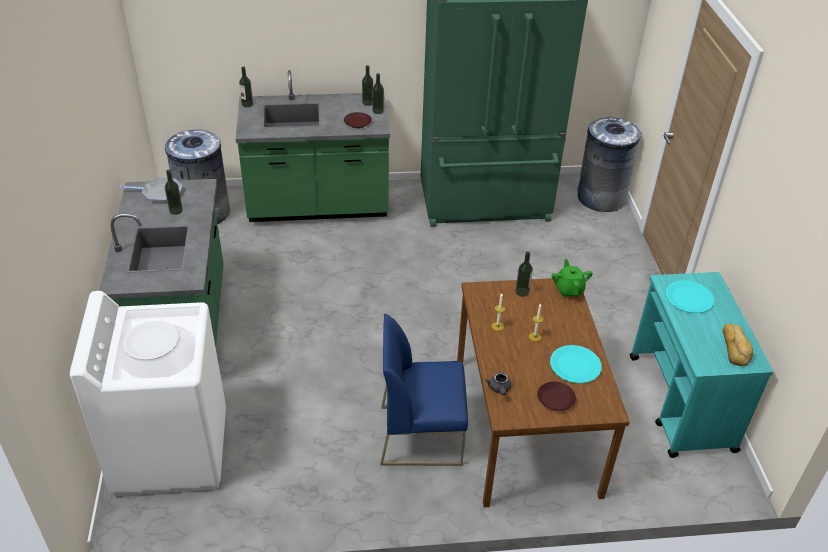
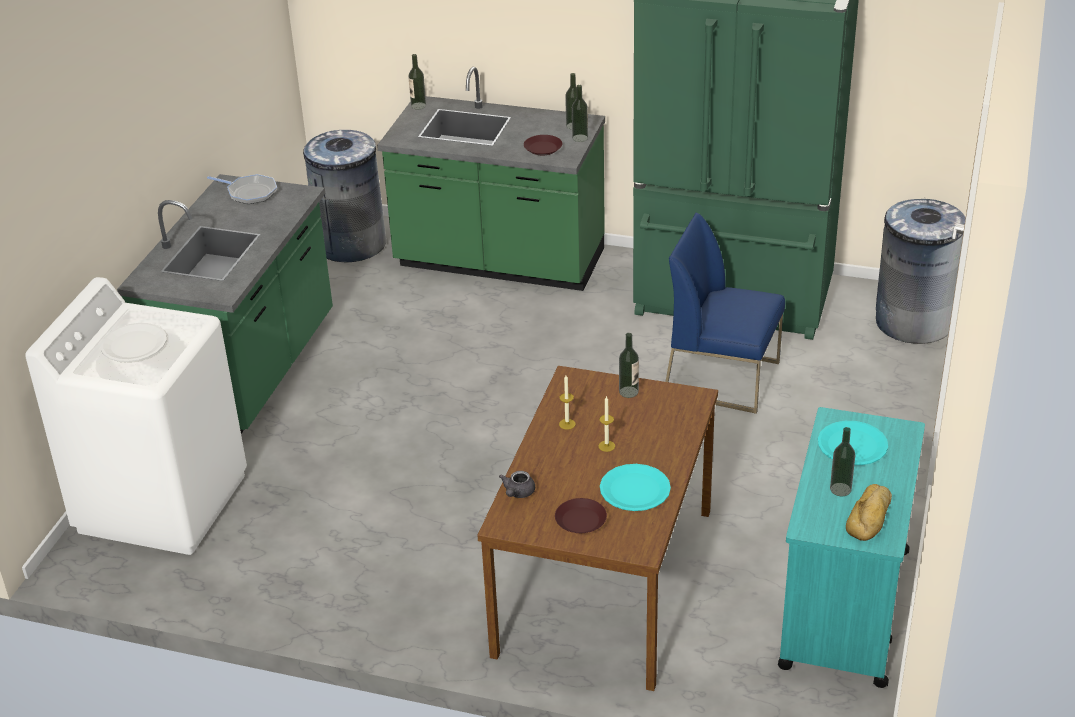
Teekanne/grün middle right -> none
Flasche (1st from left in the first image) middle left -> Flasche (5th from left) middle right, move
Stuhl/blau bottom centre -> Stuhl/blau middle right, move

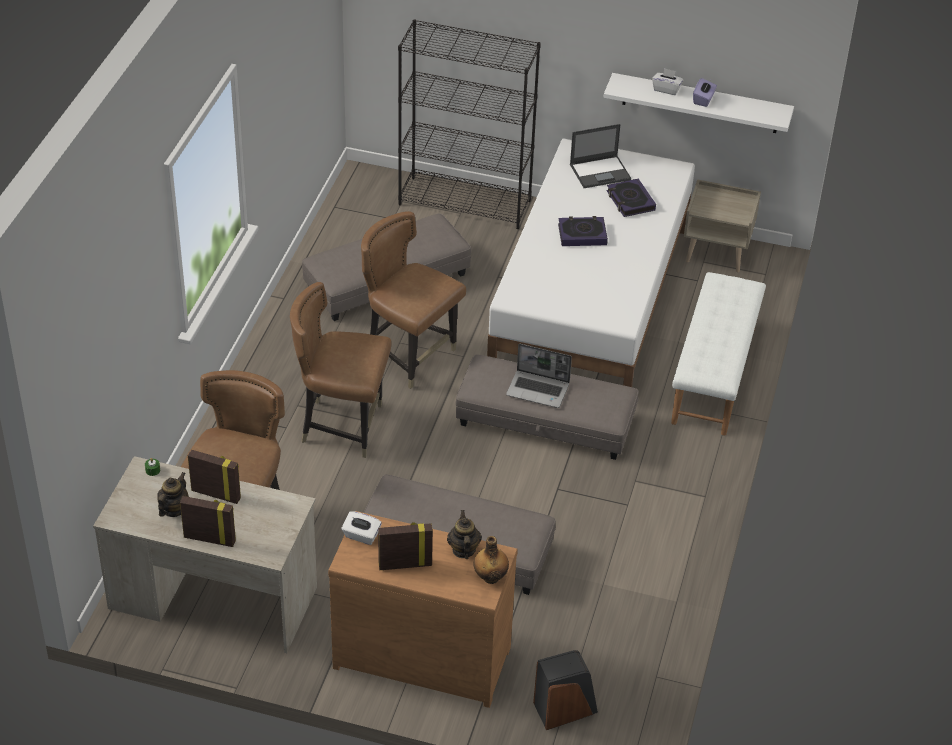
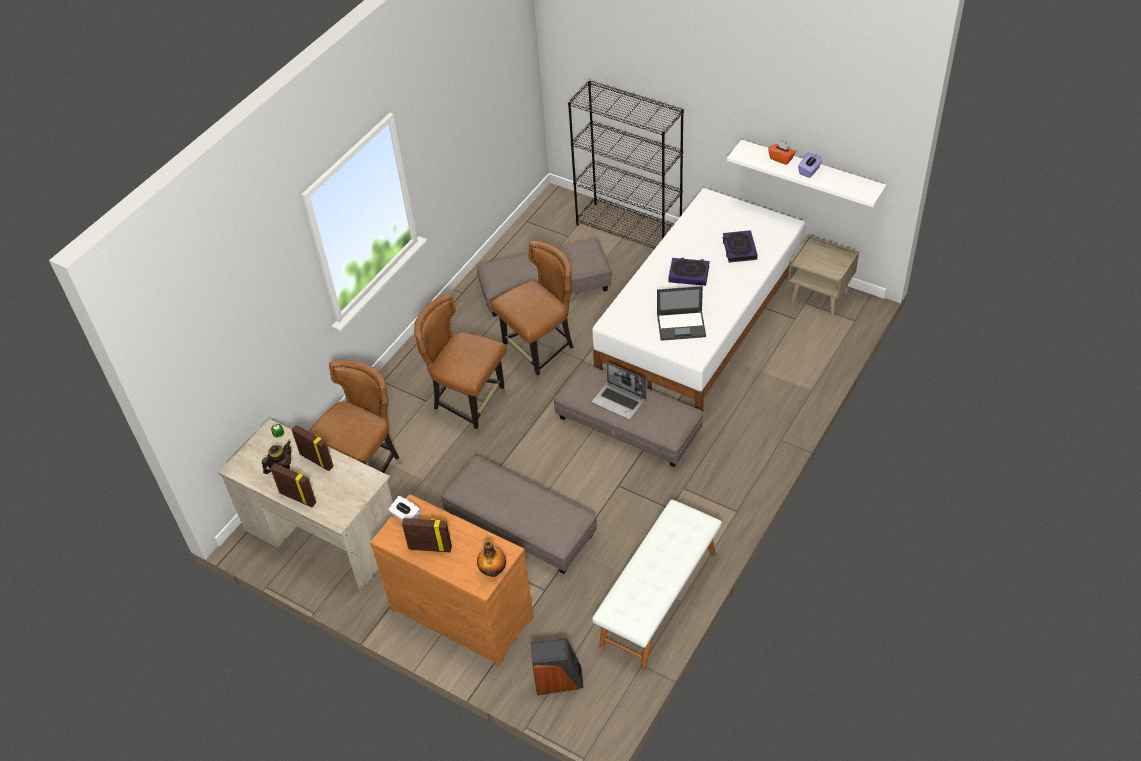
Teekanne (2nd from left) bottom centre -> none
Laptop (2nd from left) top centre -> Laptop (2nd from left) centre, move
Bank/weiß middle right -> Bank/weiß bottom centre, move
Taschentuchbox/weiß (2nd from left) top right -> Taschentuchbox/orange top right
Stuhl/braun (3rd from left) centre, 90 degrees clockwise

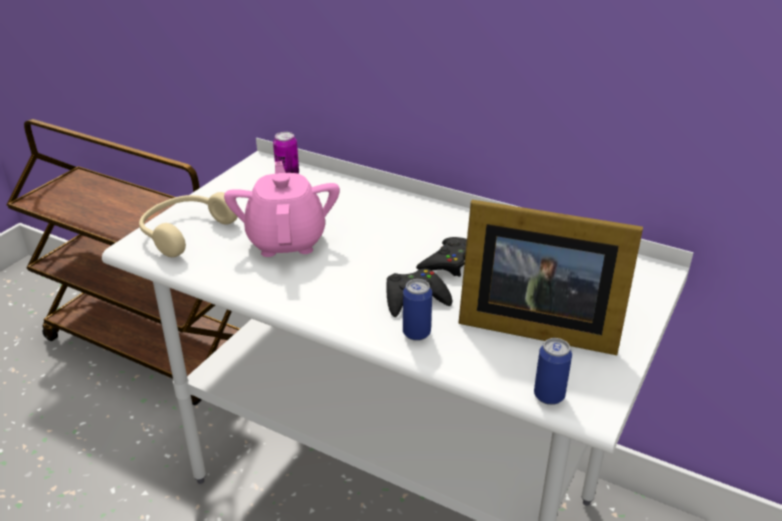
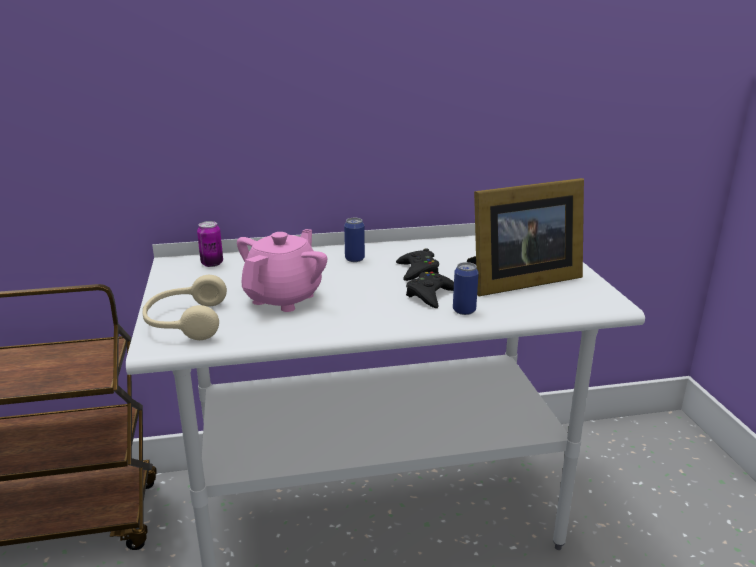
Dose (3rd from left in the first image) bottom right -> Dose (2nd from left) centre, move
Teekanne/rosa centre, 75 degrees clockwise

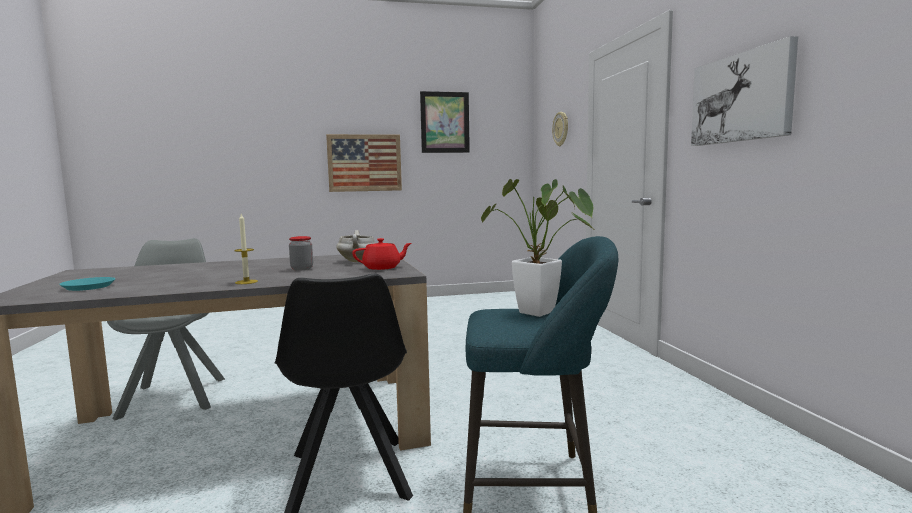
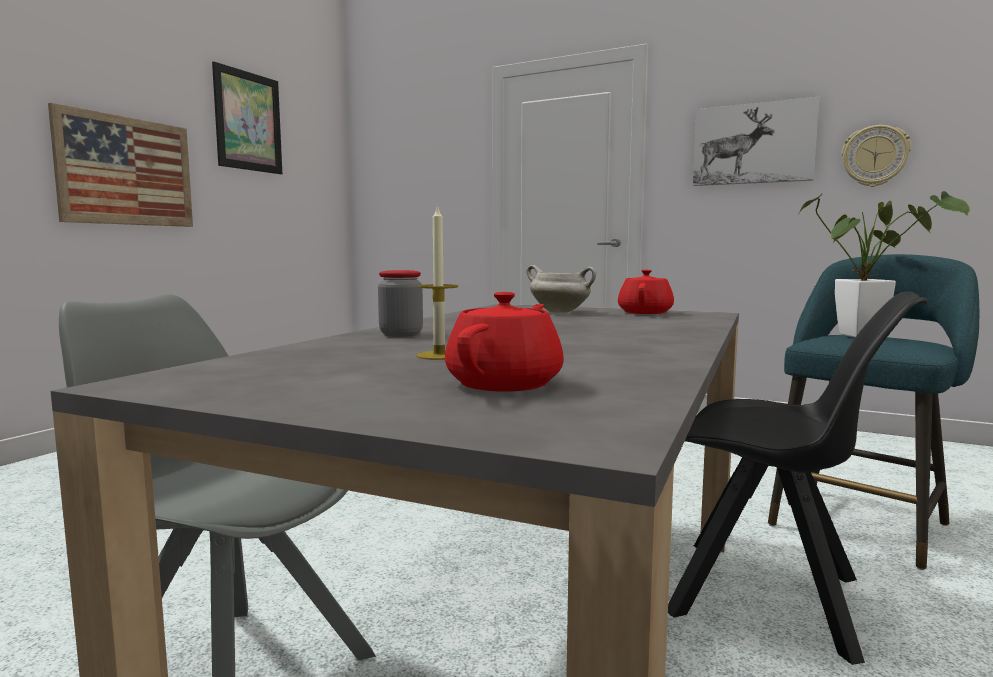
Kerze middle left -> Kerze centre, move
Vorratsglas middle left -> Vorratsglas centre, move
Wanduhr top centre -> Wanduhr top right, move
Teller/türkis middle left -> Teekanne/rot (1st from left) centre

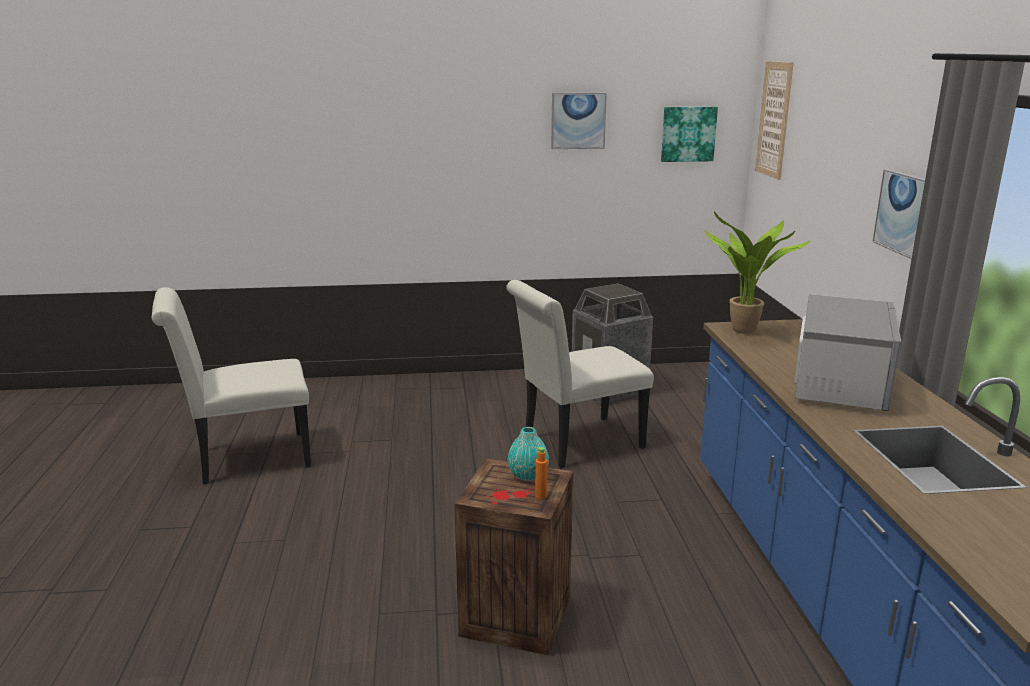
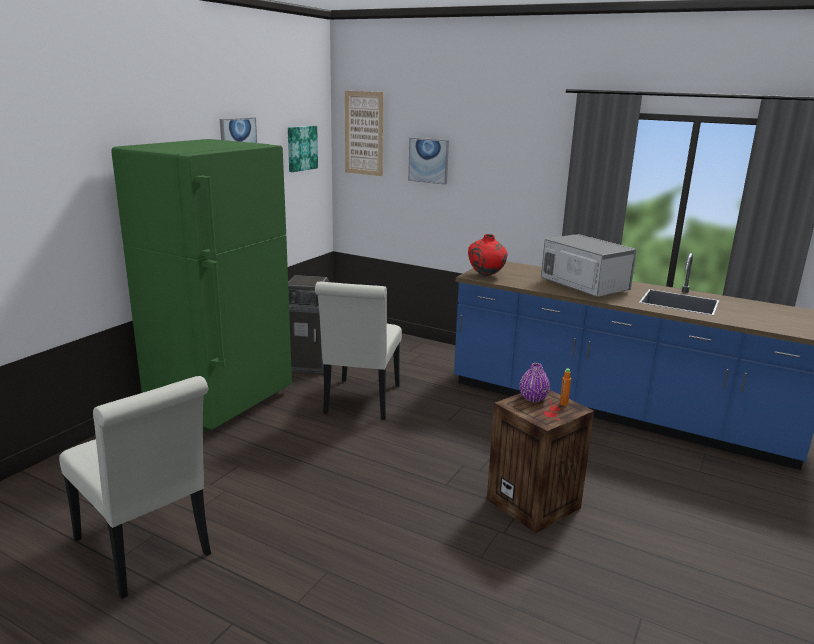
none -> Kühlschrank/grün middle left
Bild (4th from left) top right -> Bild (4th from left) top centre, move
Topfpflanze middle right -> Vase/rot centre
Vase/türkis centre -> Vase/lila centre
Stuhl/weiß (1st from left) middle left -> Stuhl/weiß (1st from left) bottom left, 60 degrees counterclockwise

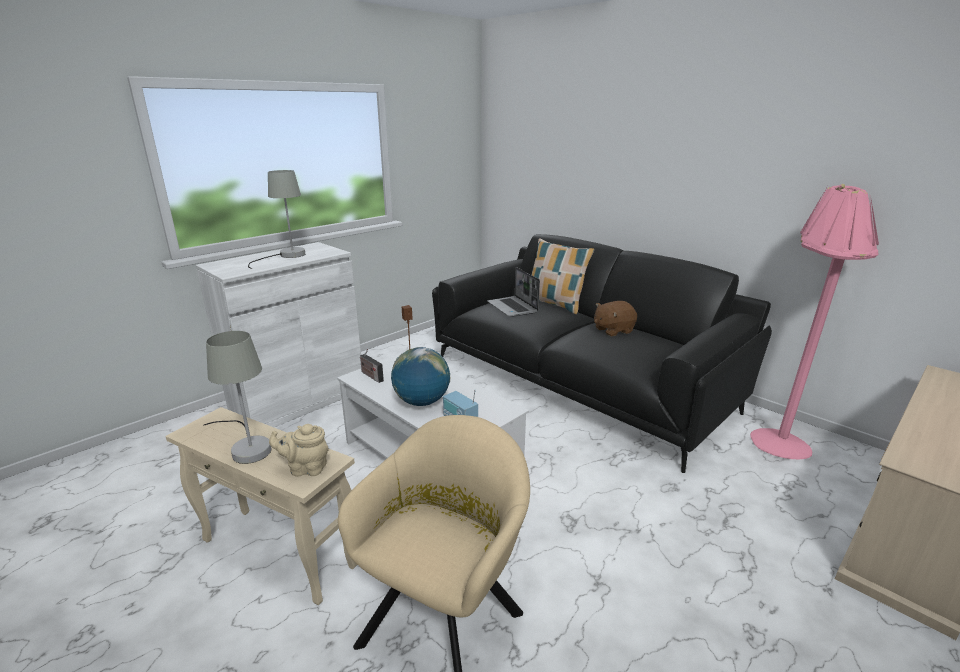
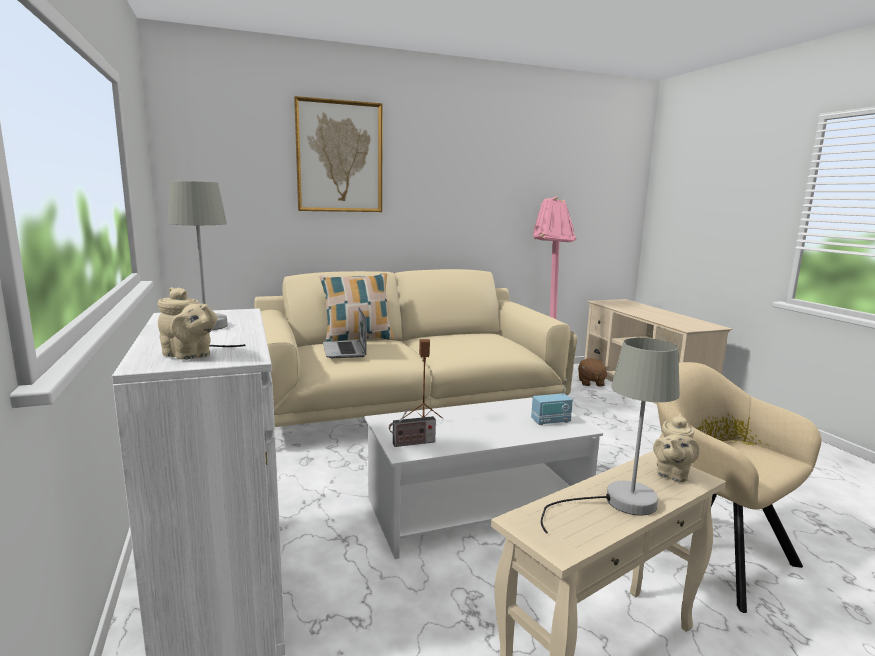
Globus centre -> none
none -> Teekanne/beige (1st from left) middle left
none -> Bild top centre
Plüschtier/braun centre -> Plüschtier/braun middle right, move
Sofa/schwarz centre -> Sofa/beige centre
Laptop centre, 75 degrees clockwise

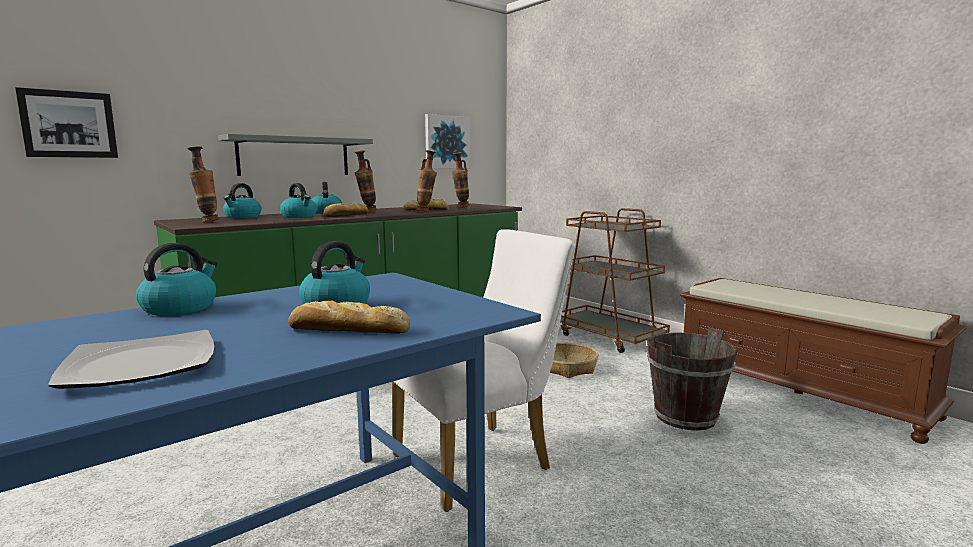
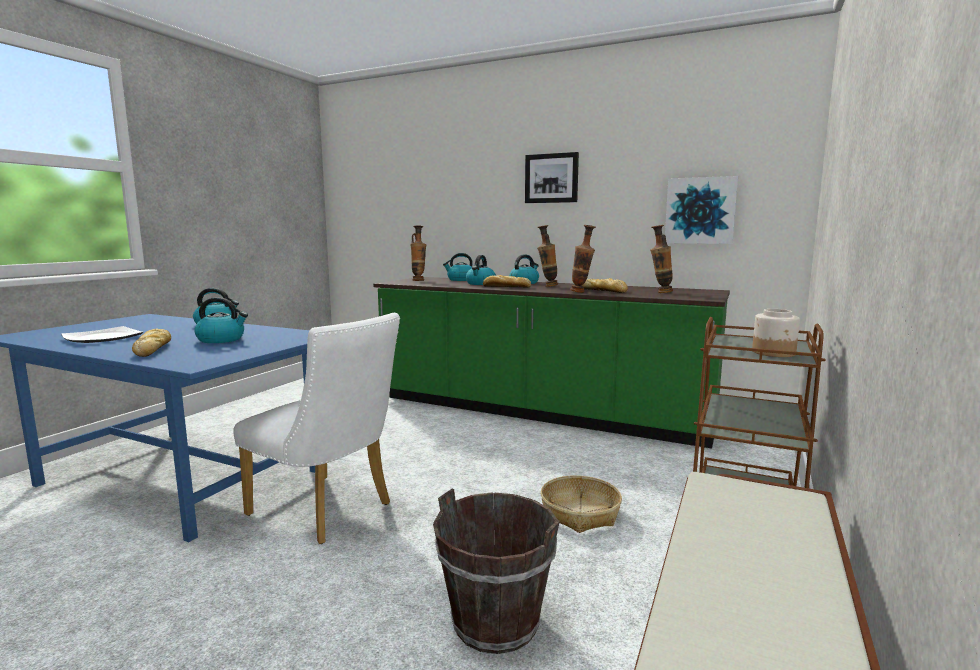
Wandregal/grau top left -> none
none -> Vorratsglas middle right
Bild (1st from left) top left -> Bild (1st from left) top centre, move

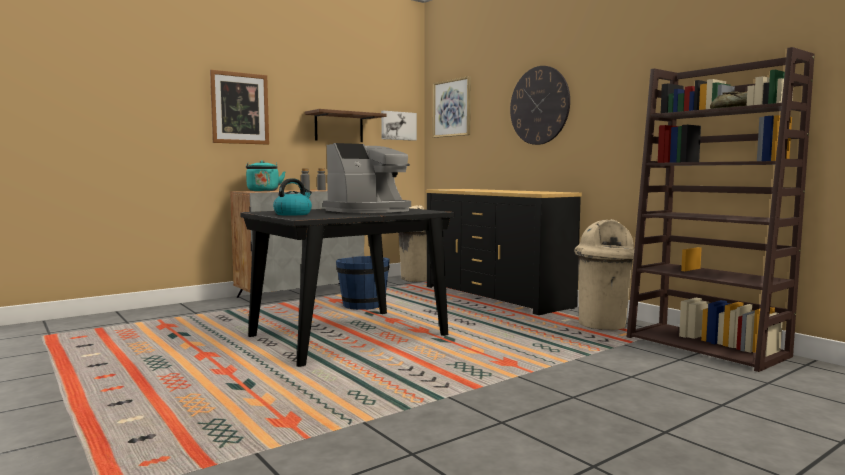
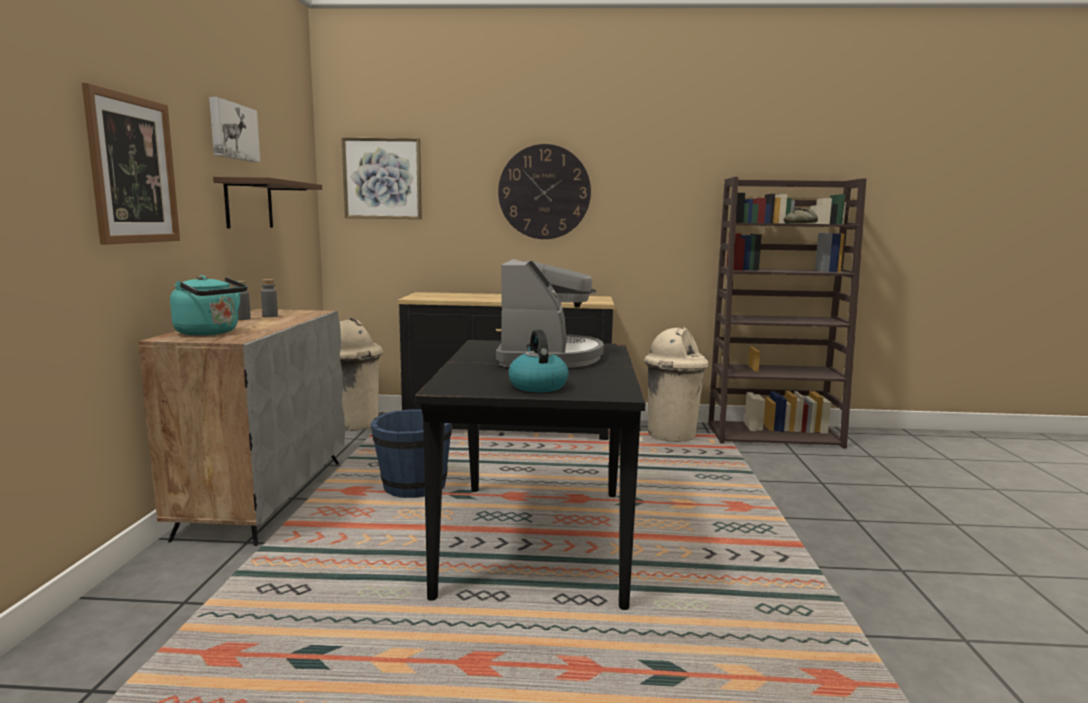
Bild (2nd from left) top centre -> Bild (2nd from left) top left, move

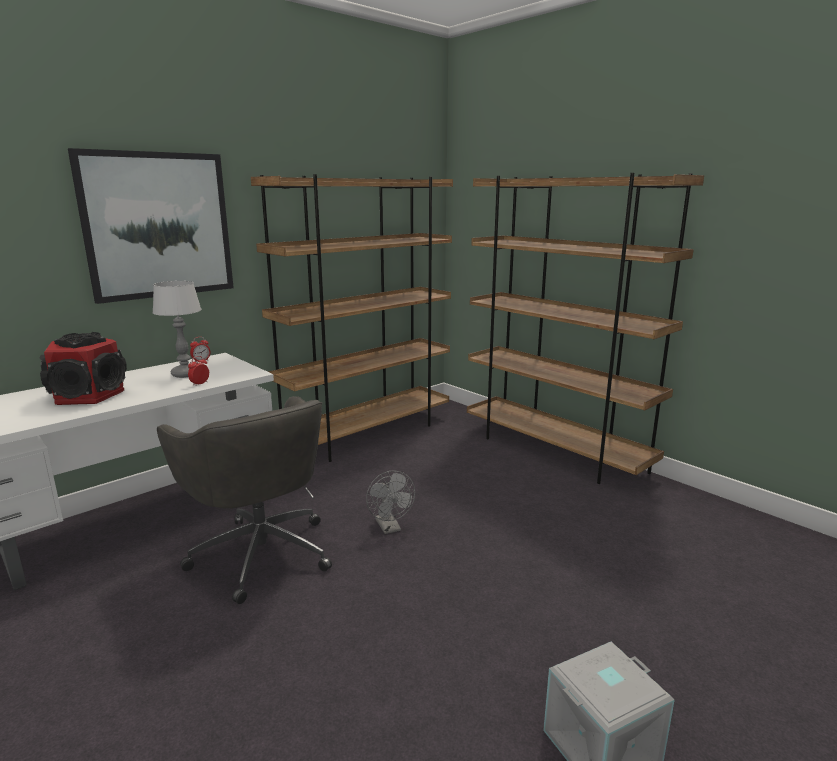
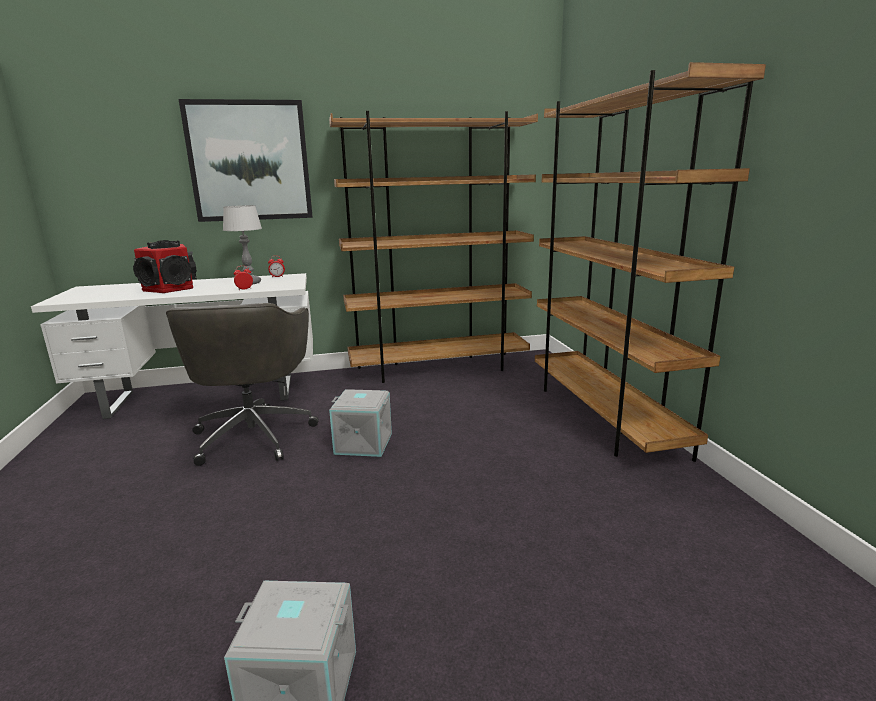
Ventilator/grau centre -> Aufbewahrungsbox/grau (2nd from left) centre

